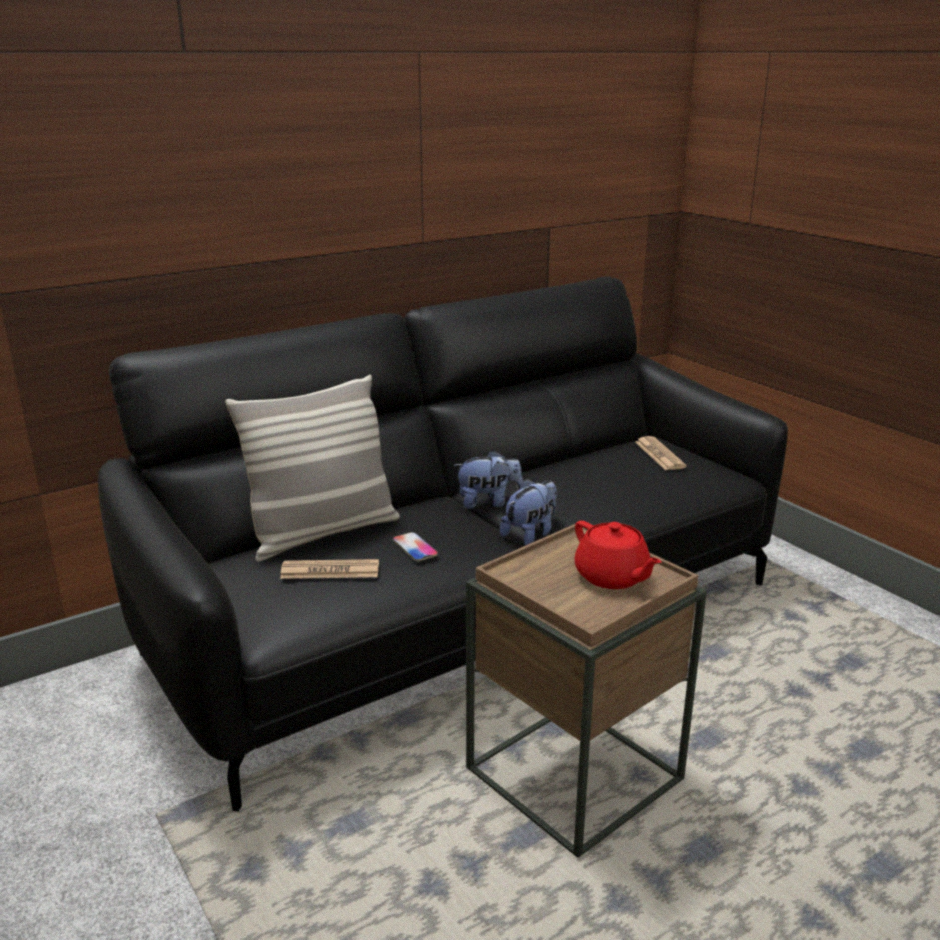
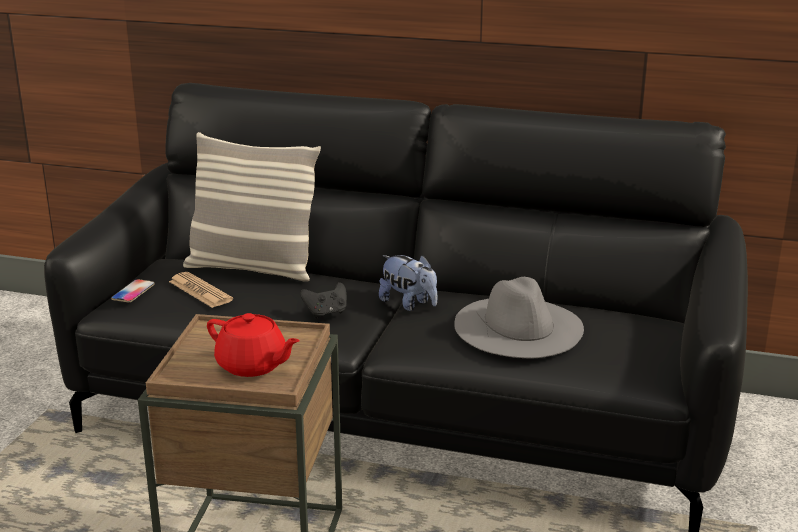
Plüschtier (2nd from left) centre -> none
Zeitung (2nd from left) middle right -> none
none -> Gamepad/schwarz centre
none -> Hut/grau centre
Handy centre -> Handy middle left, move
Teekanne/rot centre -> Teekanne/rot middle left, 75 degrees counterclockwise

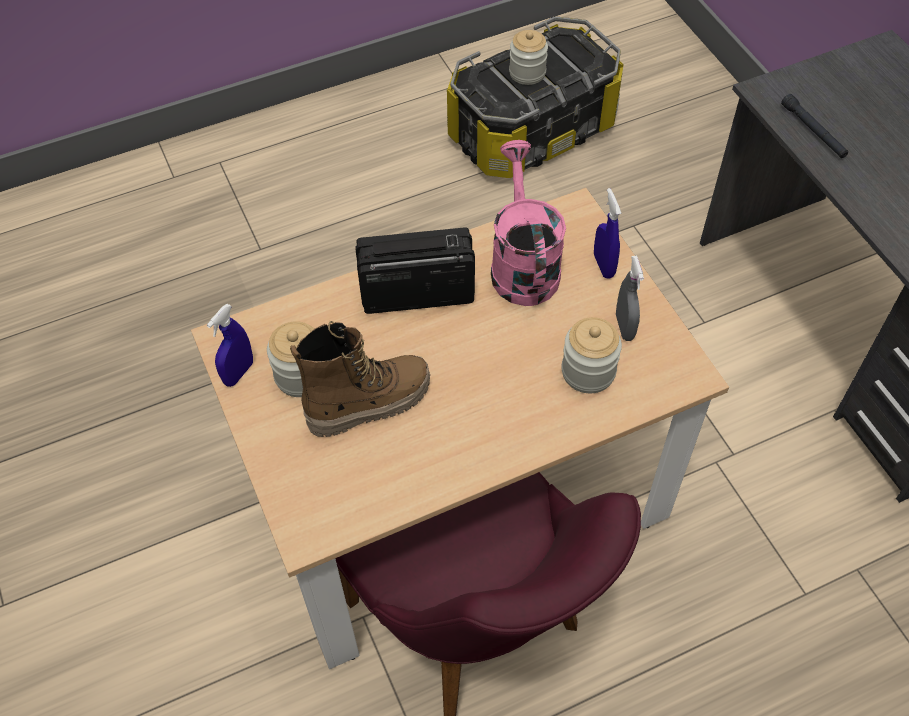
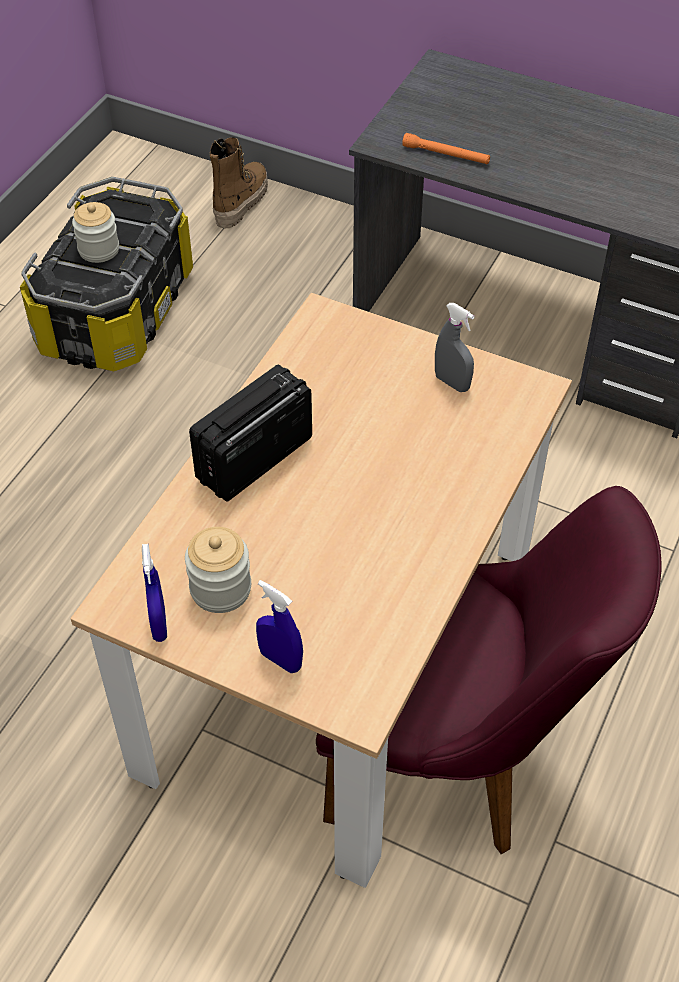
Gießkanne/rosa top centre -> none
Vorratsglas (3rd from left) centre -> none
Stiefel centre -> Stiefel top centre, move
Sprühflasche/blau (2nd from left) top right -> Sprühflasche/blau (2nd from left) centre, move
Taschenlampe/schwarz top right -> Taschenlampe/orange top centre

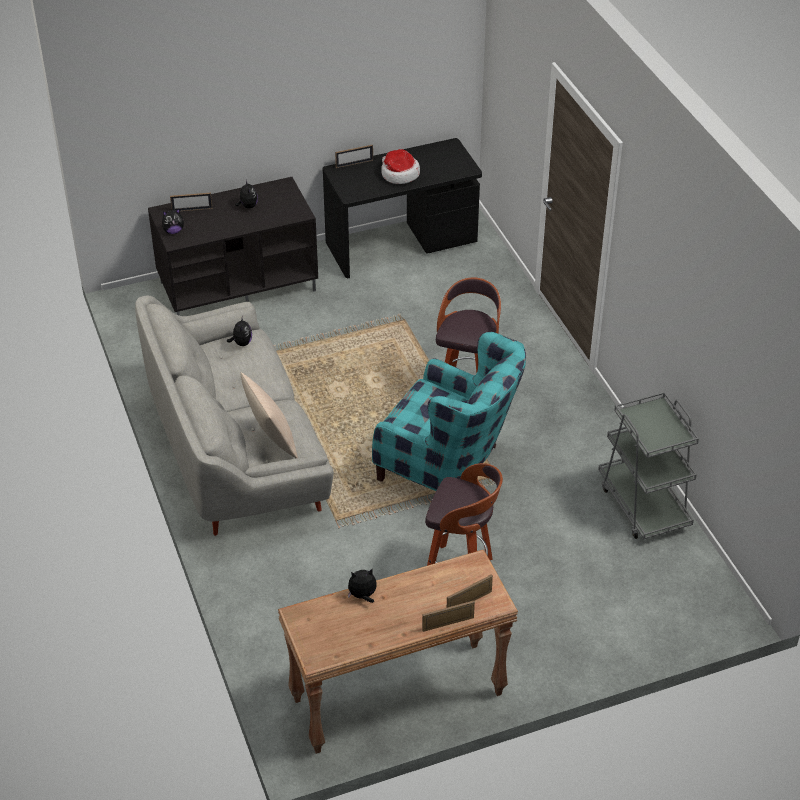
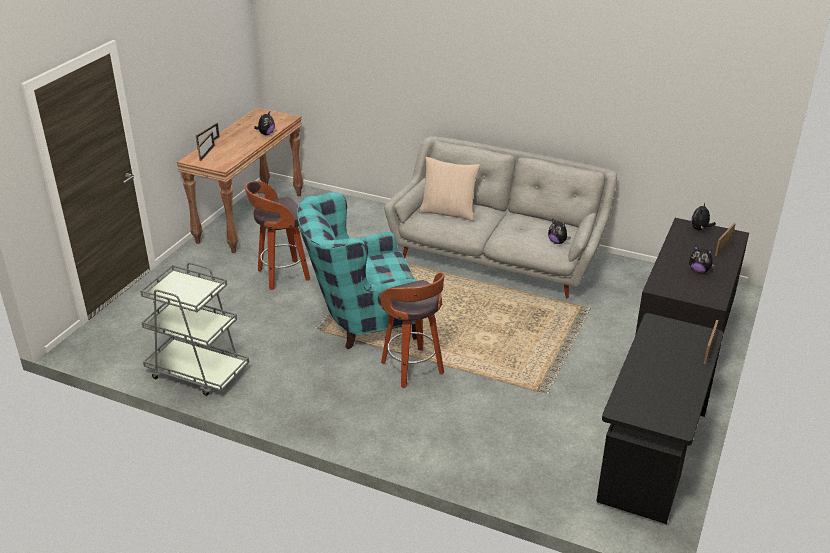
Hut top centre -> none

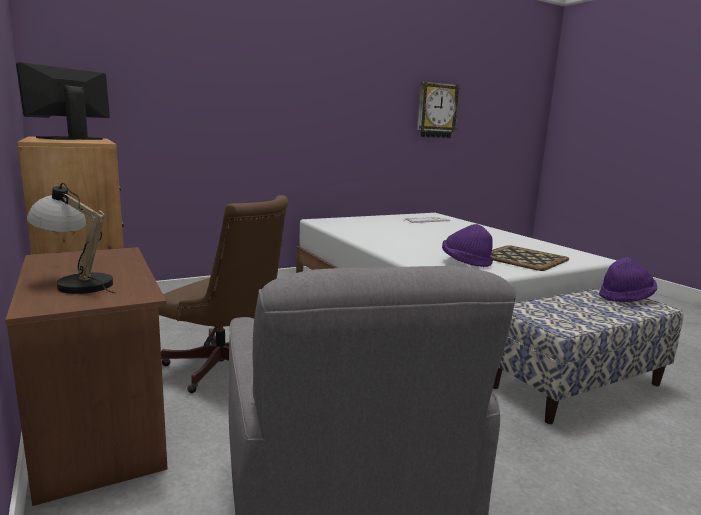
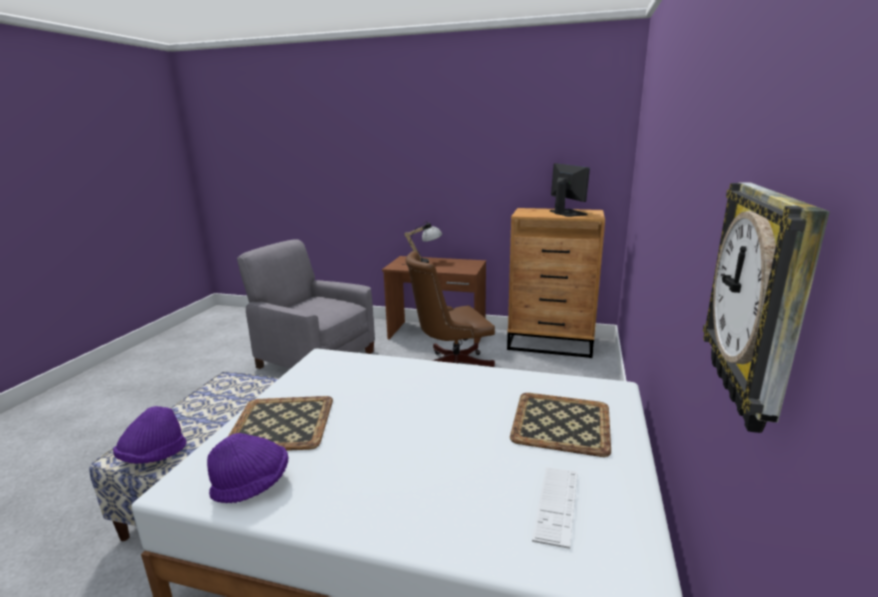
none -> Tablett (2nd from left) bottom centre
Hut/lila (1st from left in the first image) centre -> Hut/lila (2nd from left) bottom left, move

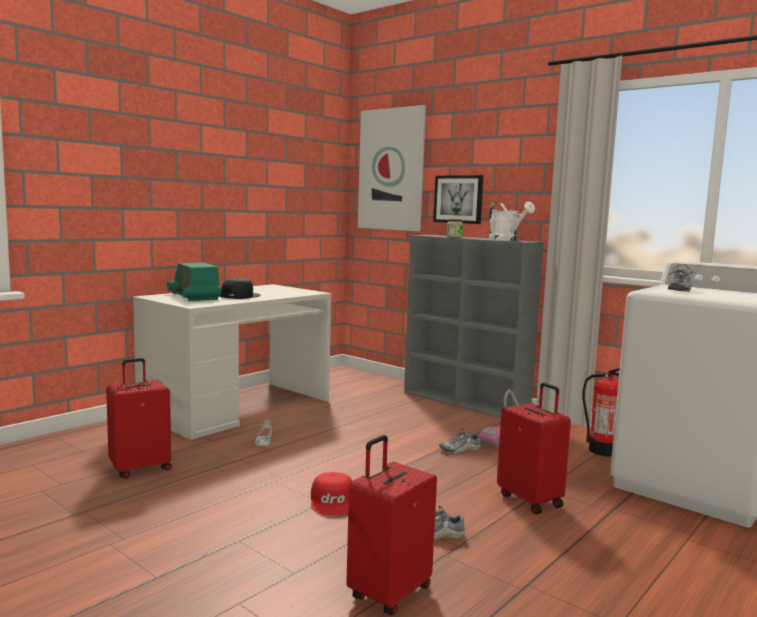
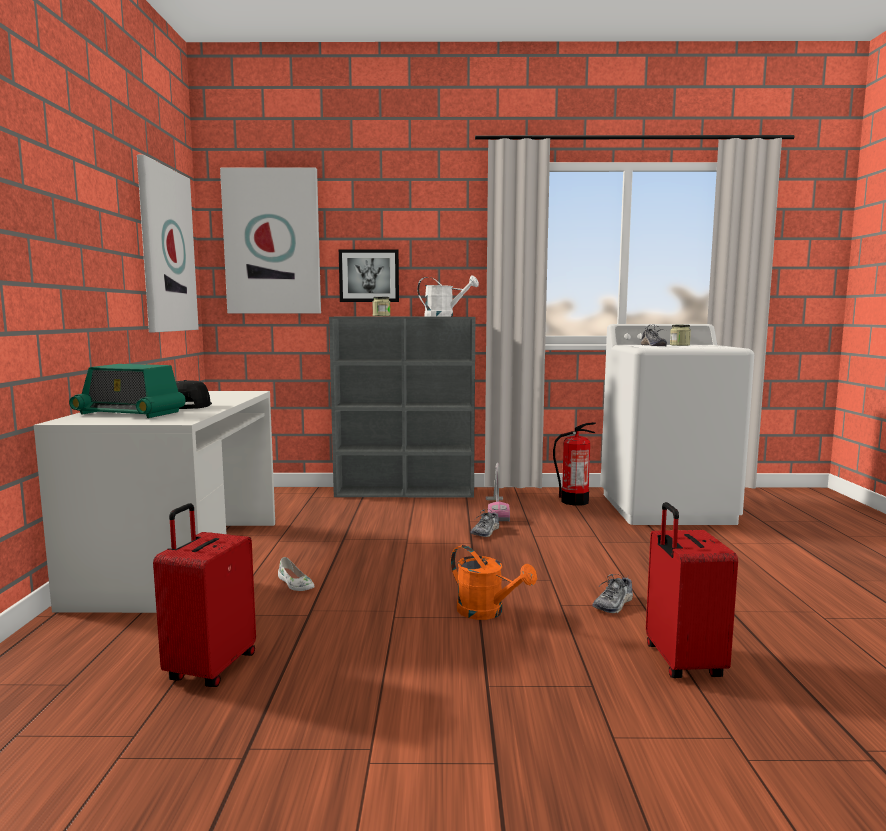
Koffer/rot (3rd from left) bottom right -> none
none -> Bild (1st from left) top left
none -> Vorratsglas (2nd from left) middle right
Kappe/rot bottom centre -> Gießkanne/orange bottom centre

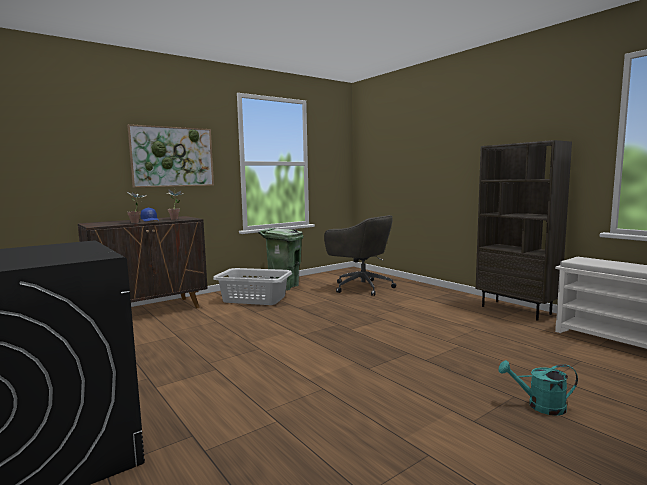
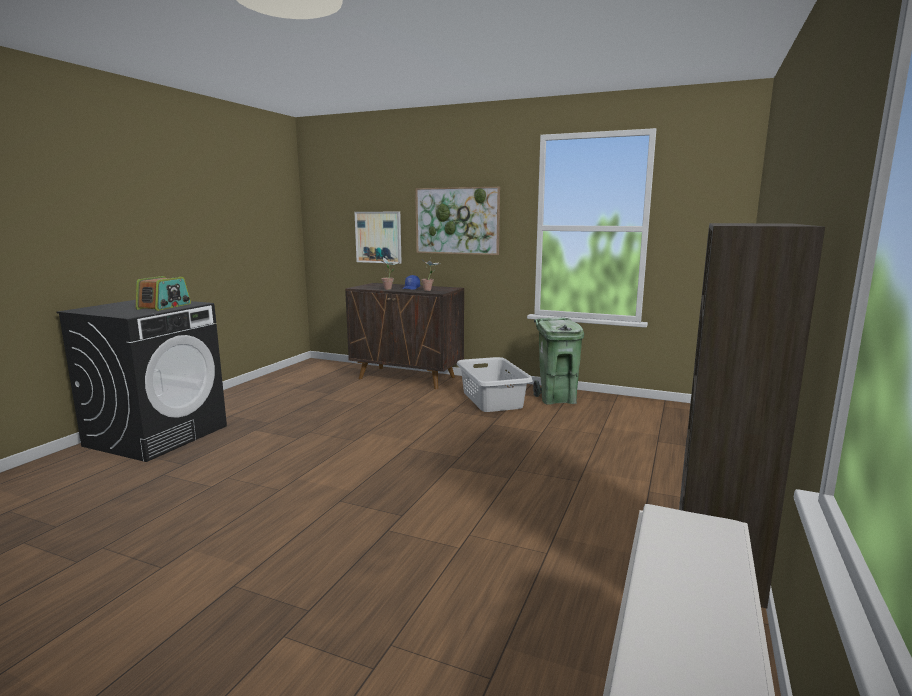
Bürostuhl/grau centre -> none
Gießkanne/türkis bottom right -> none
none -> Radio middle left
none -> Bild (1st from left) centre

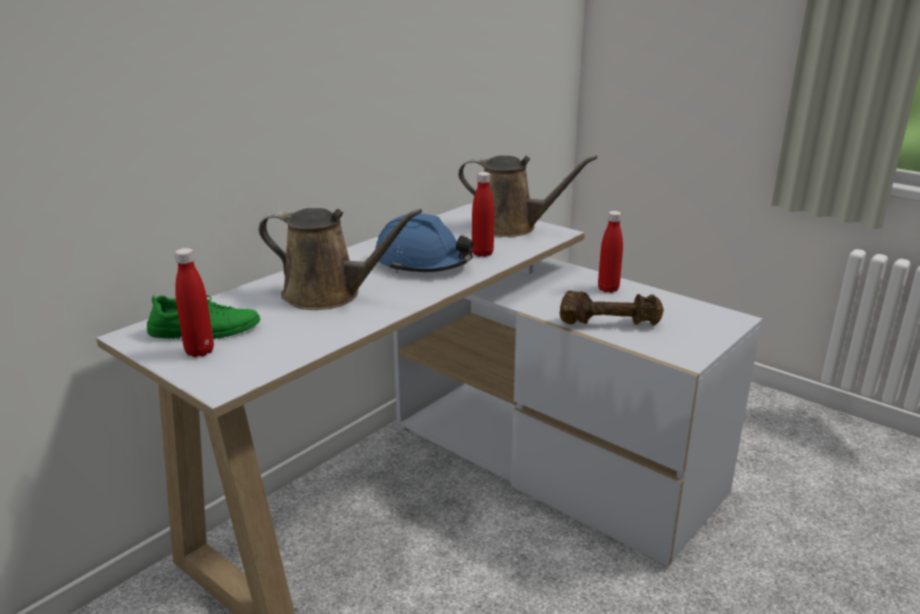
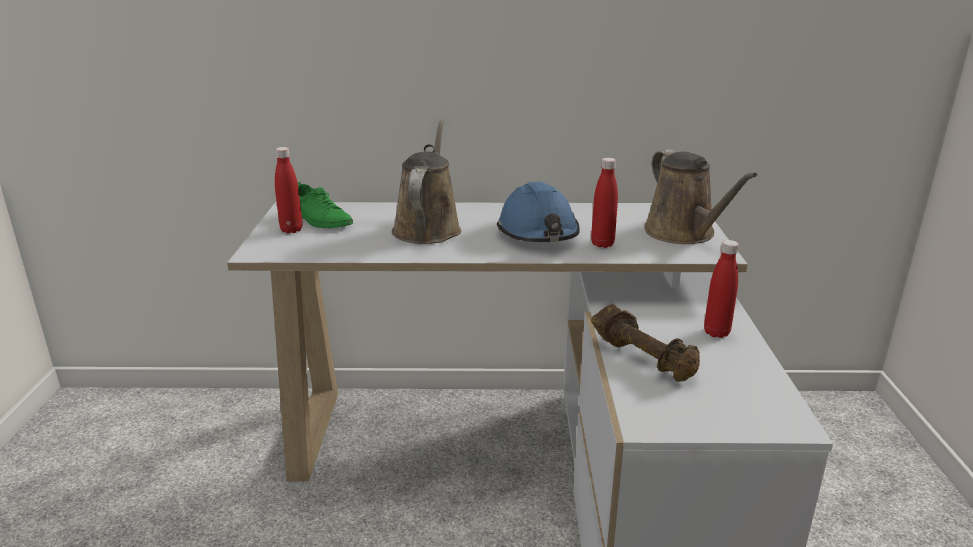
Gießkanne/braun (1st from left) centre -> Gießkanne/braun (1st from left) top centre, 150 degrees counterclockwise

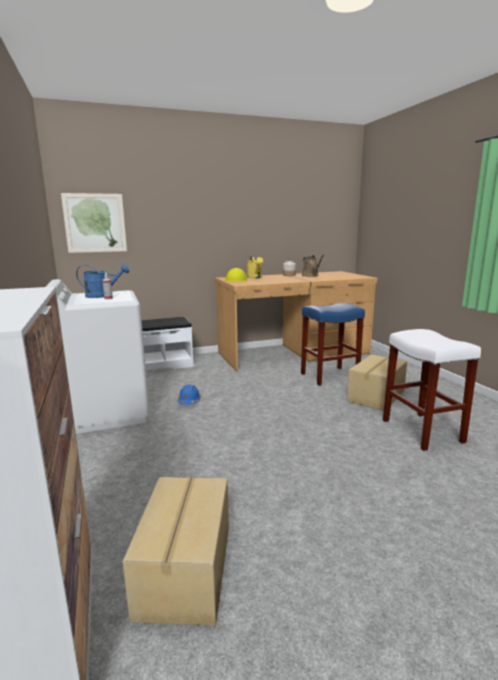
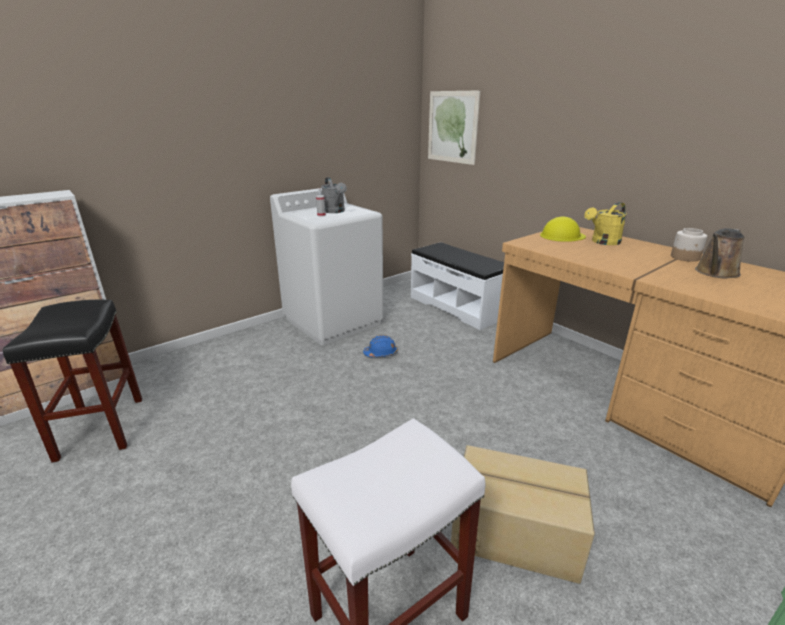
Hocker/blau middle right -> none
Karton (1st from left) bottom centre -> Hocker/schwarz middle left
Gießkanne/blau middle left -> Gießkanne/grau top centre

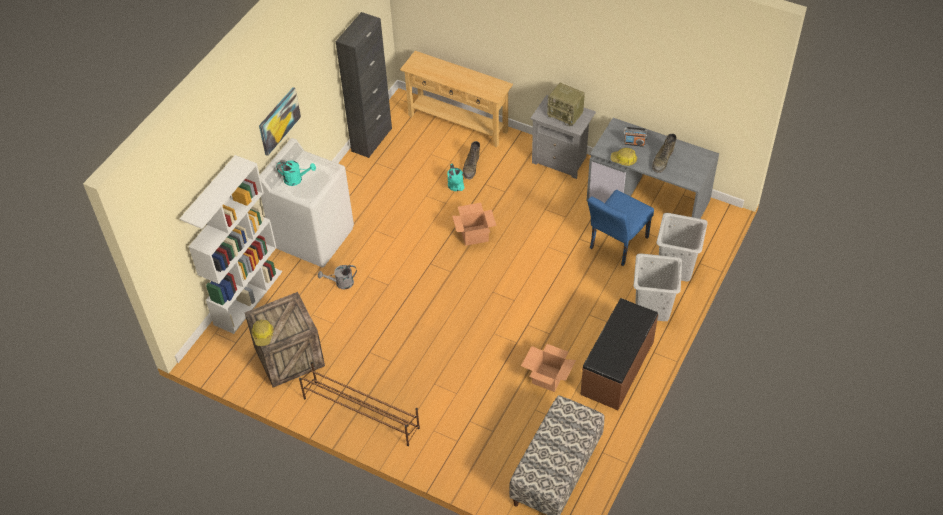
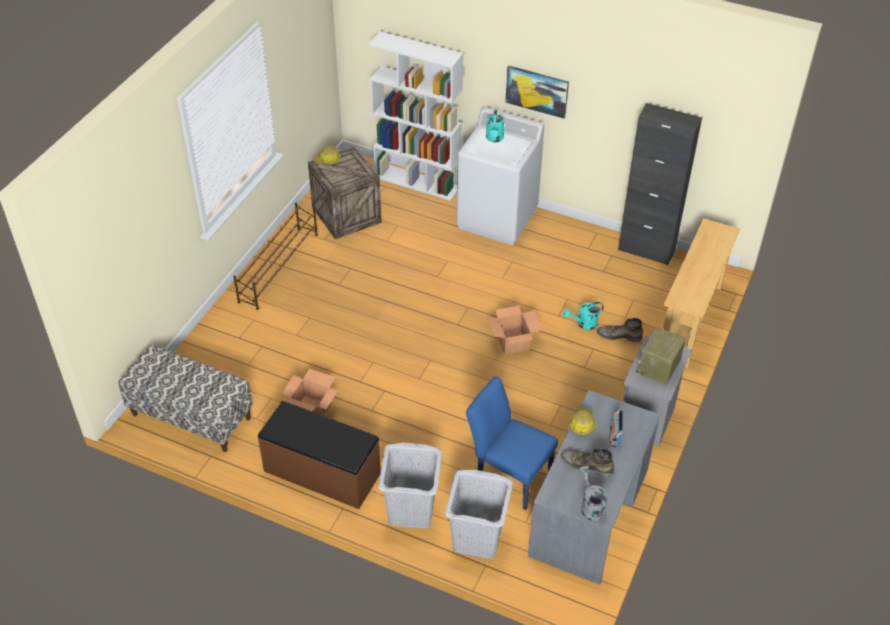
Gießkanne/grau centre -> Gießkanne/grau bottom centre, move

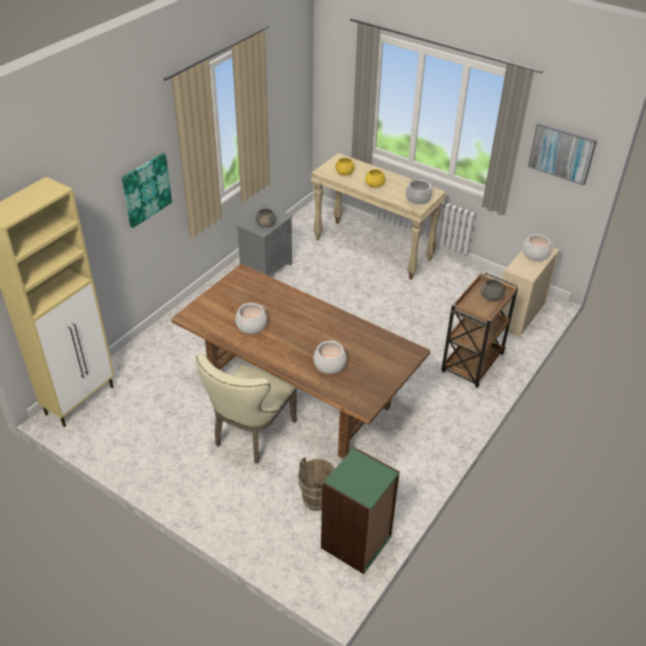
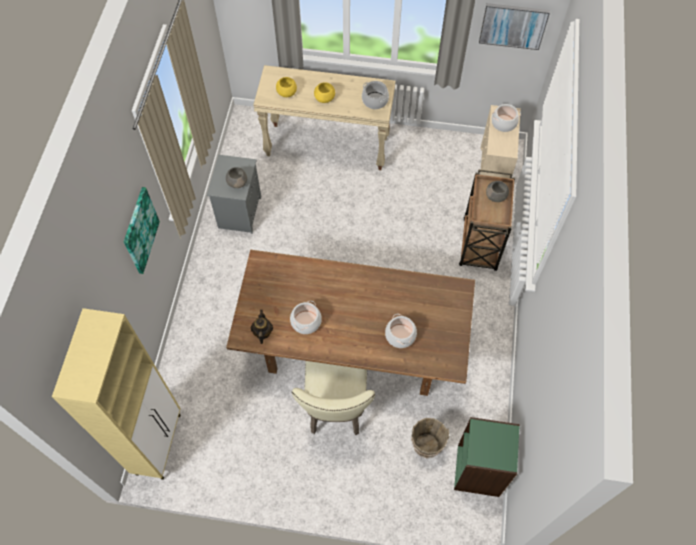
none -> Teekanne centre

